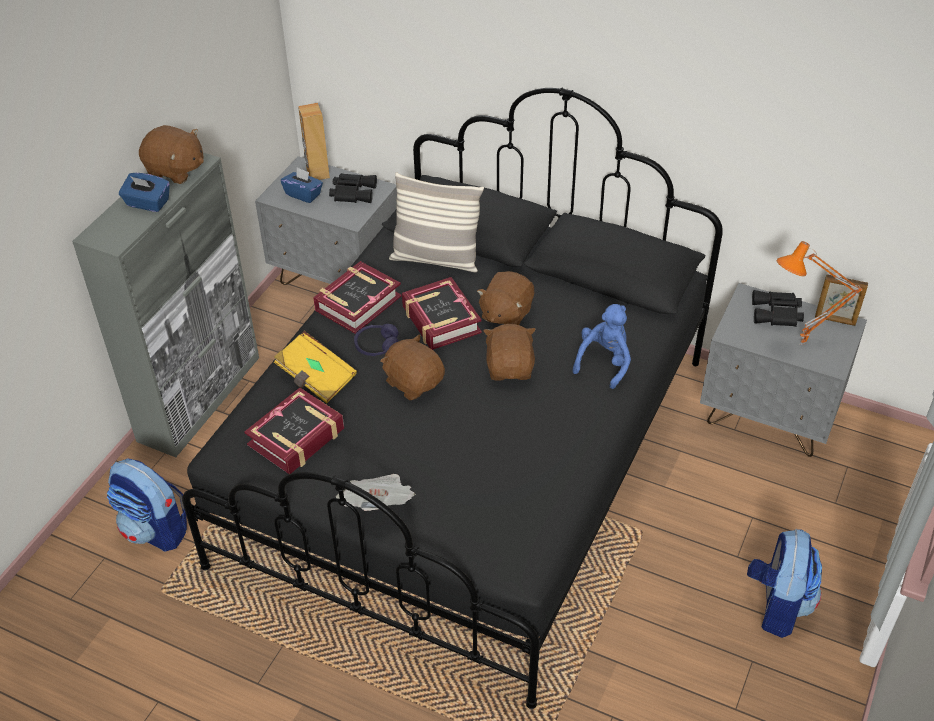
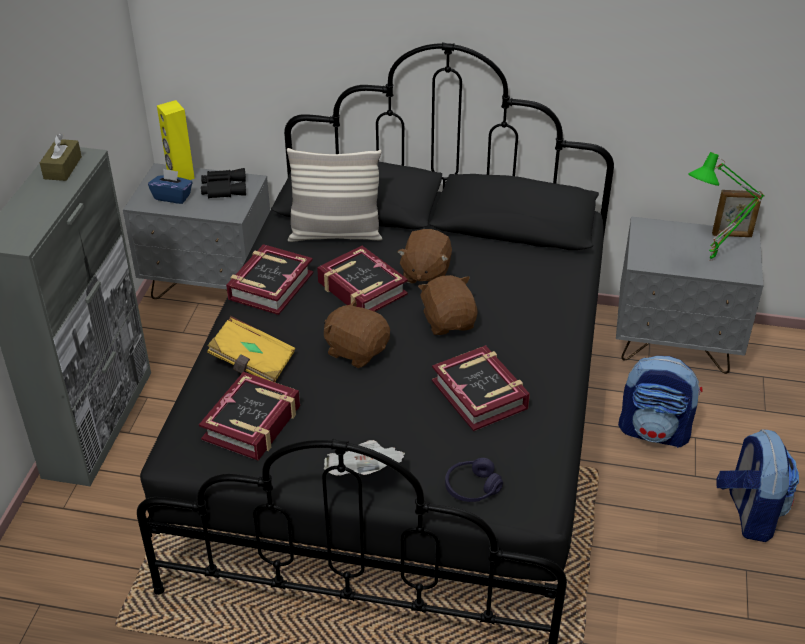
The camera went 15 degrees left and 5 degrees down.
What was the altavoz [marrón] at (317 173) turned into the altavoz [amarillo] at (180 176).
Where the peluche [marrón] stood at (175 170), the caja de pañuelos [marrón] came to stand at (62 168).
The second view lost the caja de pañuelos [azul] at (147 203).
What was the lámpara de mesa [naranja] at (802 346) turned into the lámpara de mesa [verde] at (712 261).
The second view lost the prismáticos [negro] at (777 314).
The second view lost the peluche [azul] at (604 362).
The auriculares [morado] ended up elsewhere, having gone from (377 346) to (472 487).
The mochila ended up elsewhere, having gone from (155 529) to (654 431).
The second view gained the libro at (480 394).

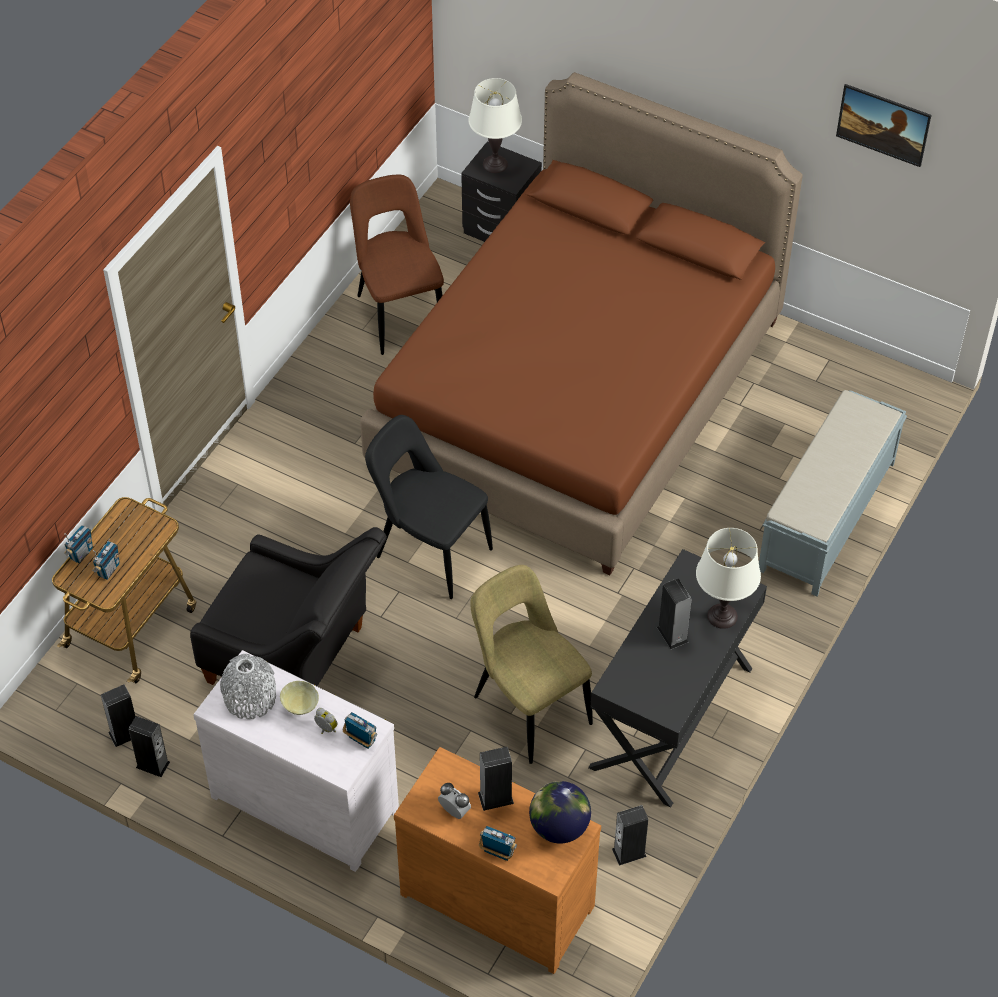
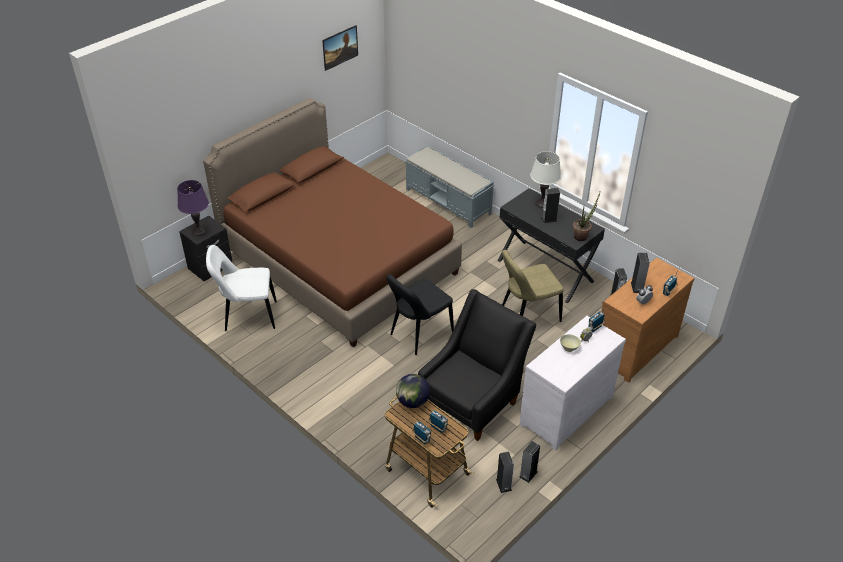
The camera went 75 degrees left and 10 degrees down.
What was the lámpara de mesa [blanco] at (495 164) turned into the lámpara de mesa [morado] at (198 231).
What was the silla [marrón] at (399 313) turned into the silla [blanco] at (248 316).
The second view lost the florero [gris] at (250 698).
The globo terráqueo ended up elsewhere, having gone from (559 827) to (412 402).
The second view gained the planta en maceta at (582 236).

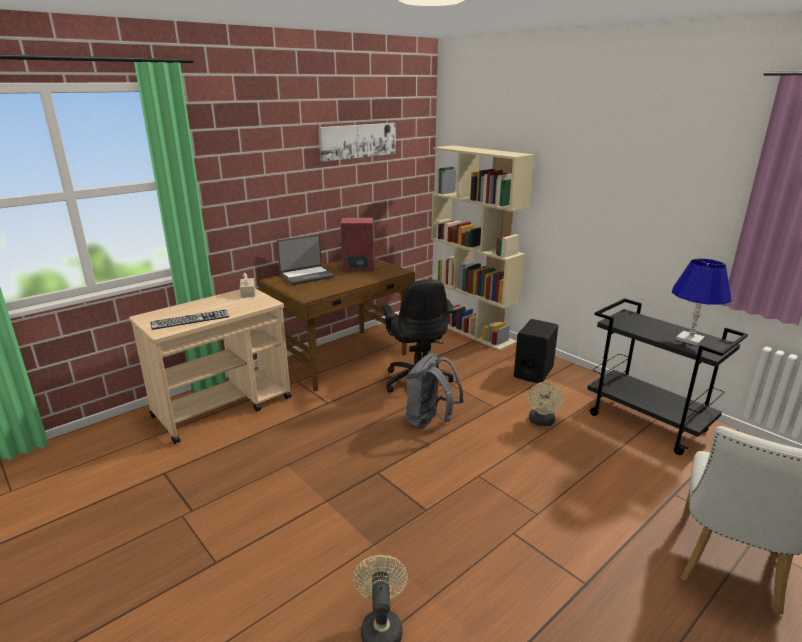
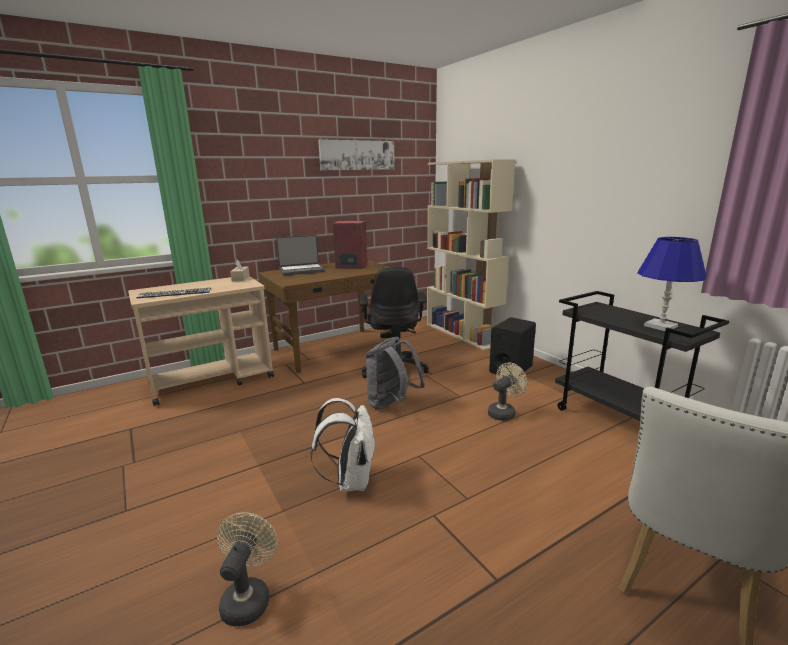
The camera went 10 degrees right and 5 degrees down.
The ventilador [beis] at (542 422) ended up facing another way, 150 degrees counterclockwise from before.
The second view gained the mochila [blanco] at (350 480).

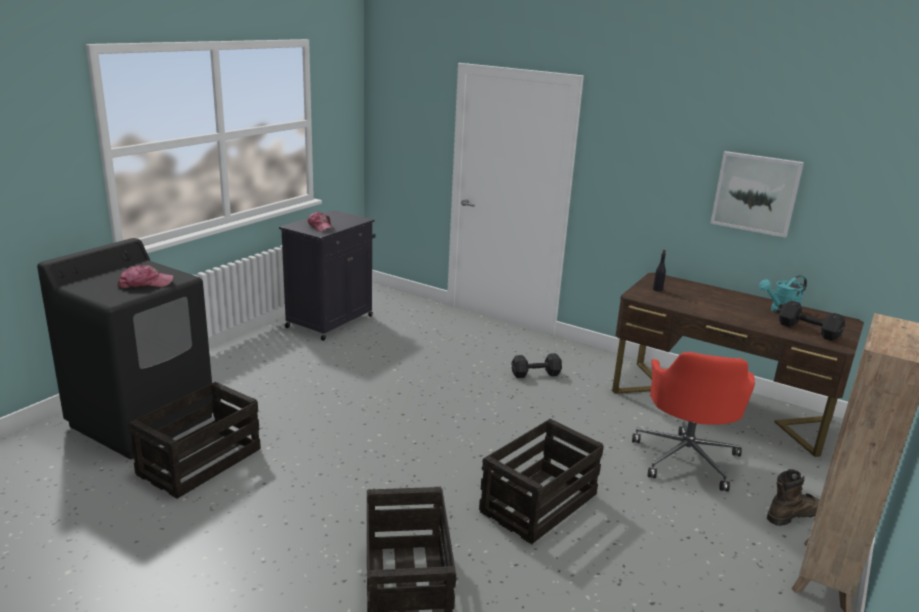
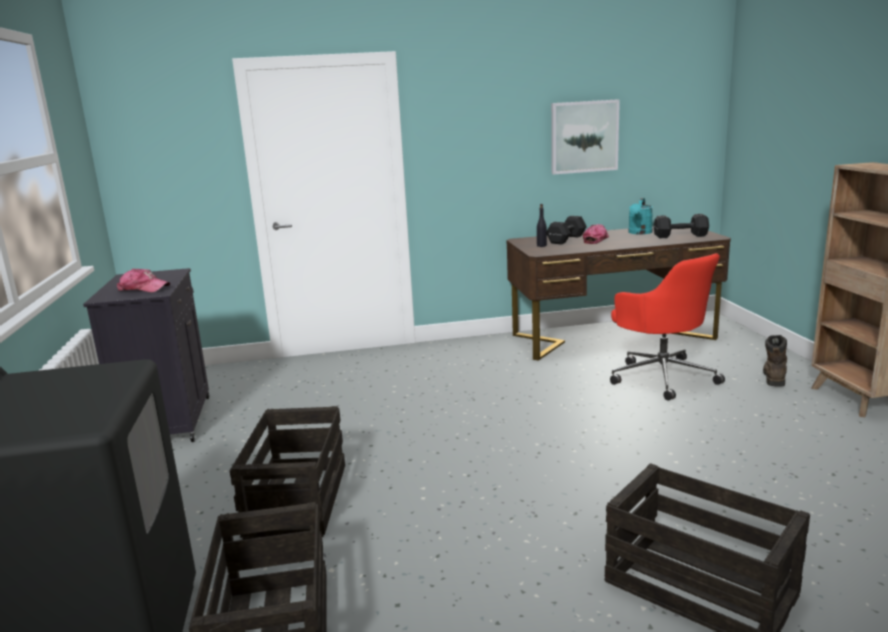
The camera went 40 degrees left and 5 degrees down.
The gorra ended up elsewhere, having gone from (145 284) to (596 239).
The mancuerna [negro] ended up elsewhere, having gone from (534 374) to (565 239).
The caja de embalaje ended up elsewhere, having gone from (539 502) to (297 499).

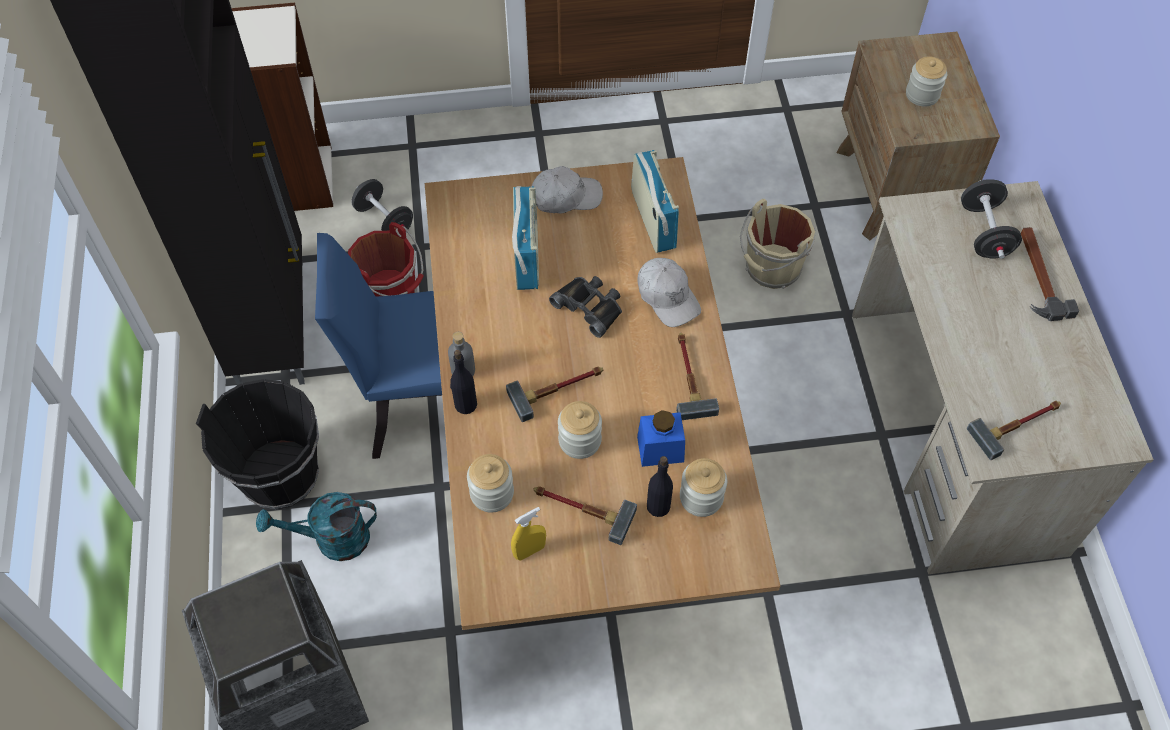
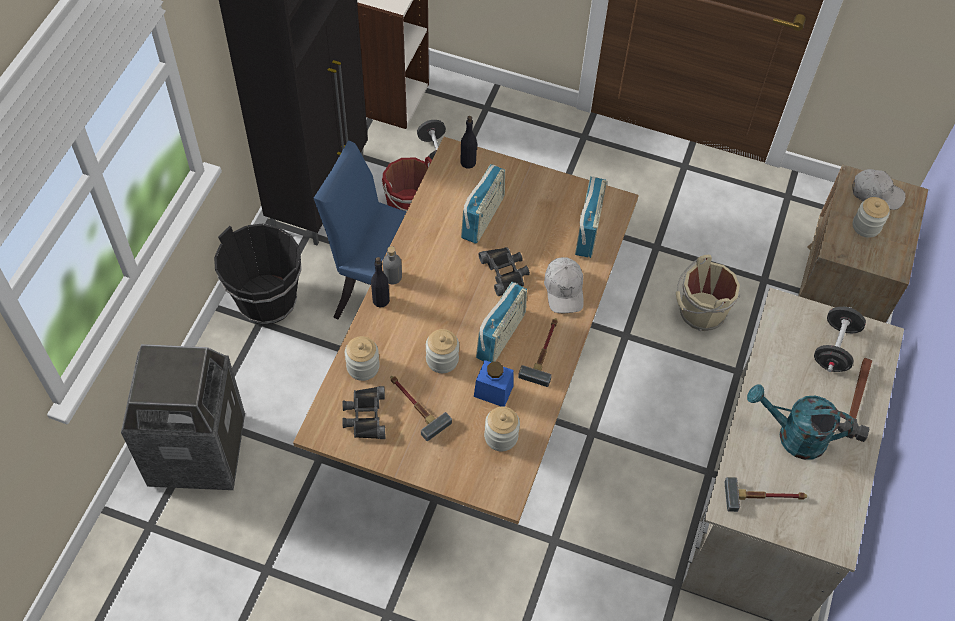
The camera went 25 degrees right and 0 degrees up.
The gorra [blanco] ended up elsewhere, having gone from (566 197) to (876 193).
The second view lost the martillo at (558 389).
The botella [negro] ended up elsewhere, having gone from (658 506) to (468 162).
The regadera [turquesa] ended up elsewhere, having gone from (332 540) to (793 436).
Where the pulverizador [amarillo] stood at (529 551), the prismáticos [negro] came to stand at (365 416).
The second view gained the radio at (501 335).

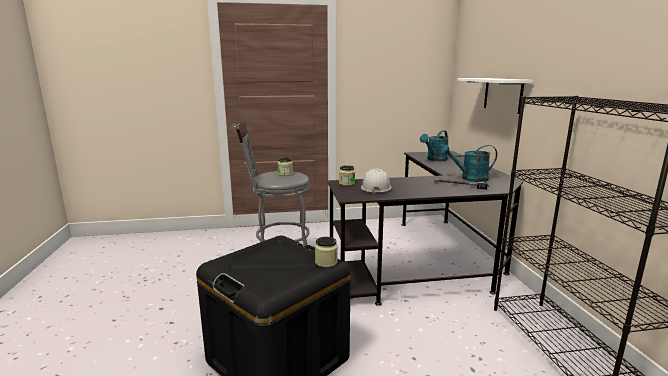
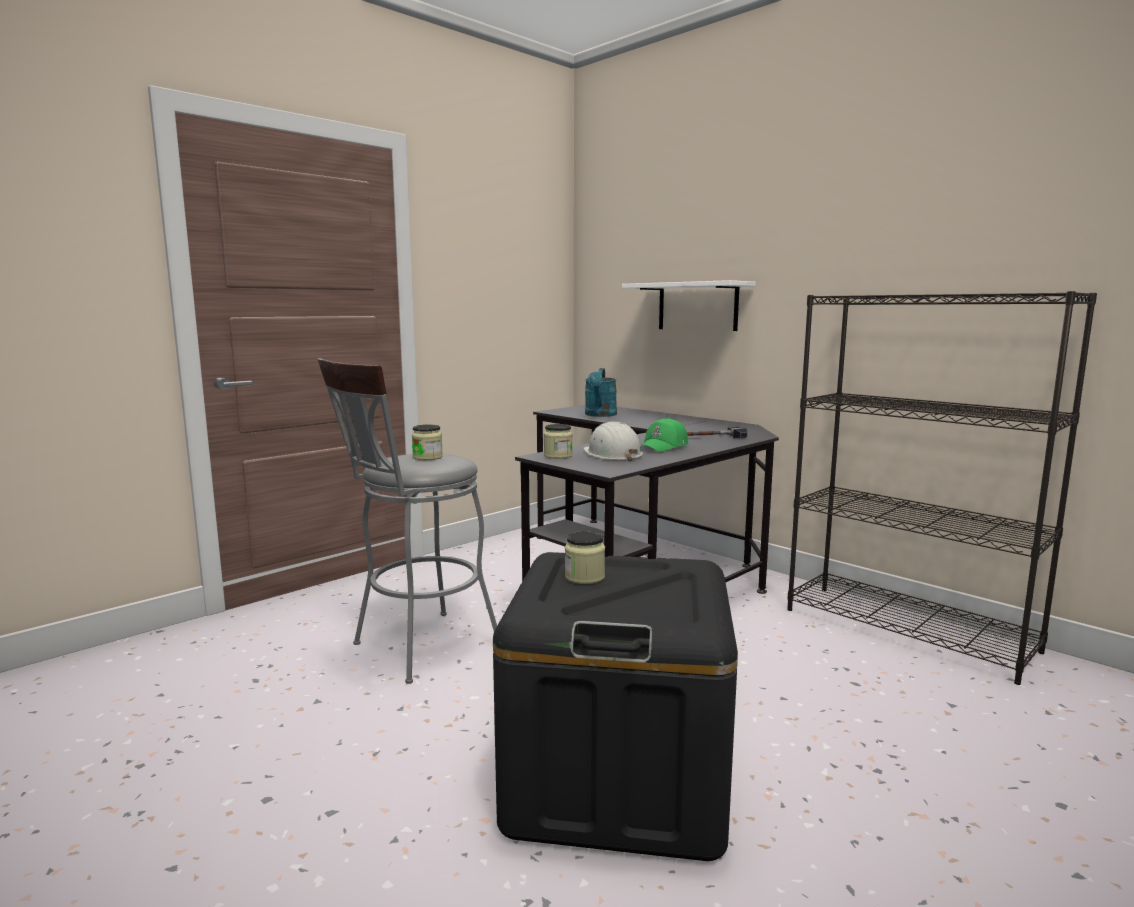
The camera went 35 degrees left and 5 degrees down.
The second view lost the regadera [turquesa] at (469 178).
The tarro ended up elsewhere, having gone from (326 262) to (584 577).
The second view gained the gorra [verde] at (664 447).

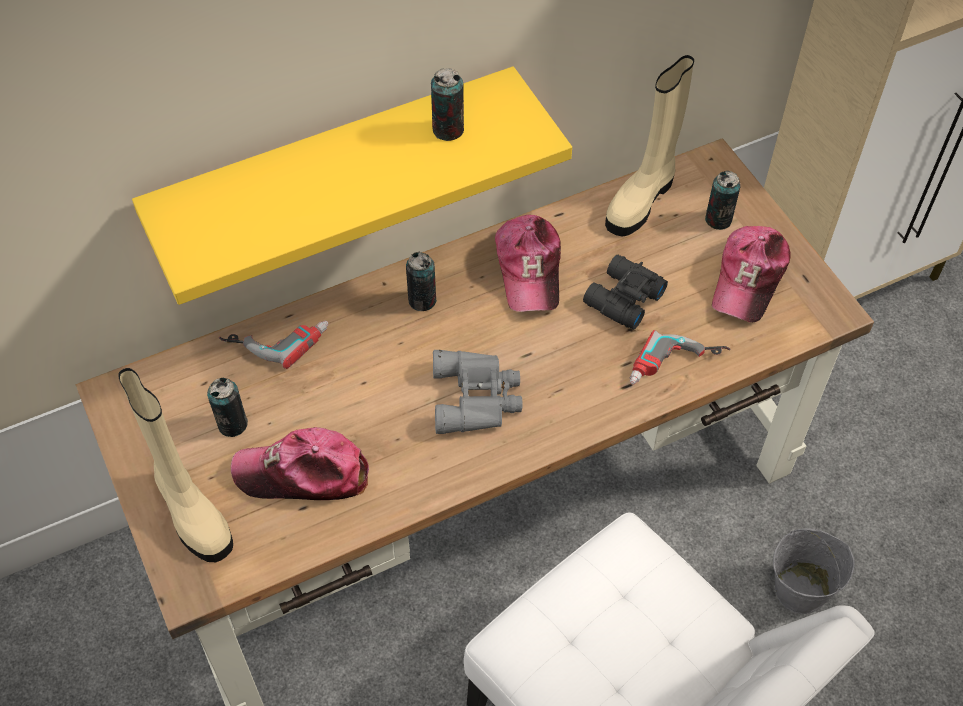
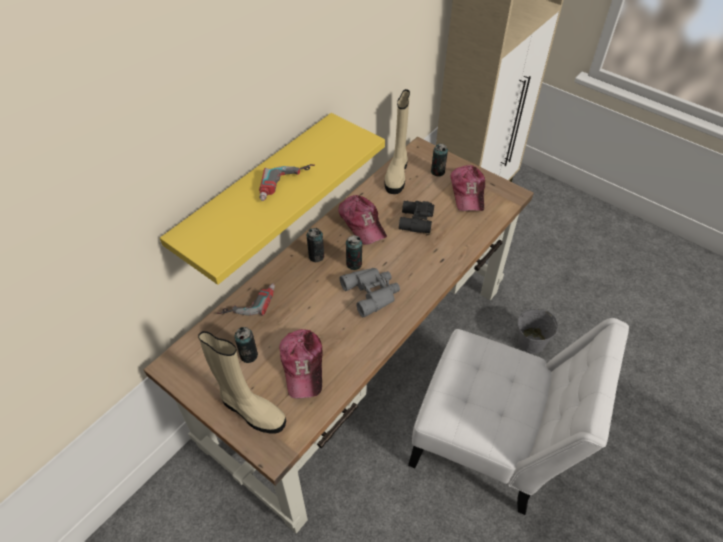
The camera went 25 degrees left and 5 degrees down.
The lata ended up elsewhere, having gone from (448 130) to (354 264).
The taladro ended up elsewhere, having gone from (677 369) to (287 186).
The gorra at (303 474) ended up facing another way, 75 degrees counterclockwise from before.

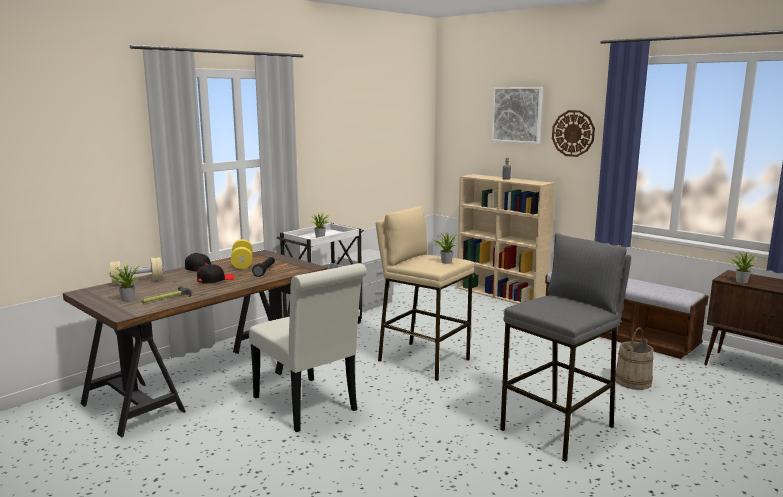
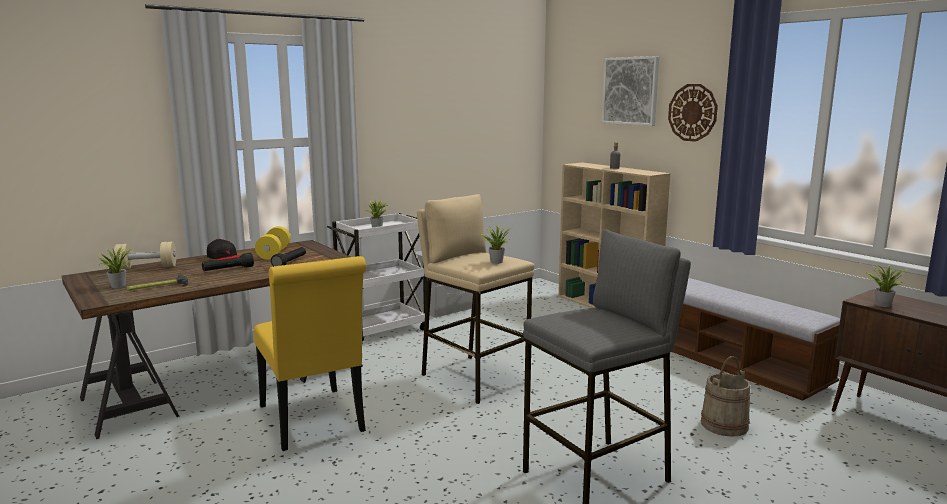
The camera went 10 degrees right and 0 degrees up.
What was the silla [blanco] at (308 407) turned into the silla [amarillo] at (313 422).
Where the gorra [negro] stood at (215 280), the linterna [negro] came to stand at (228 270).

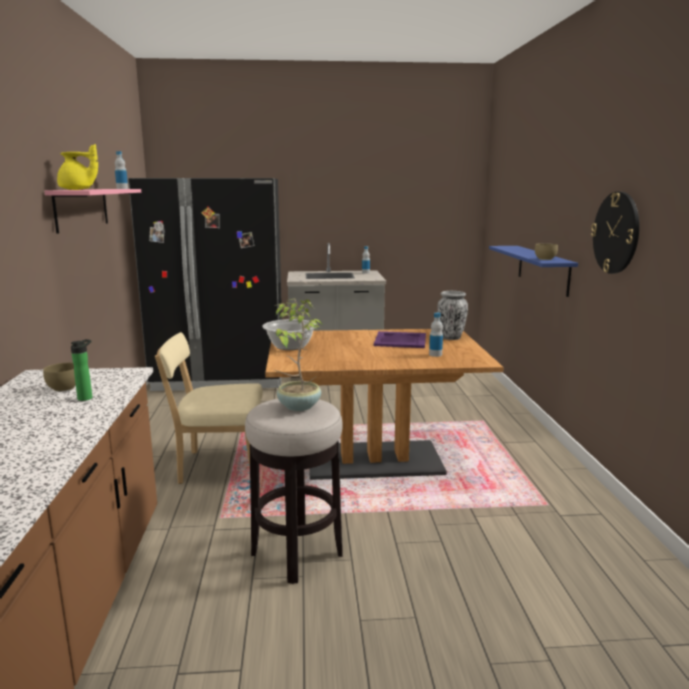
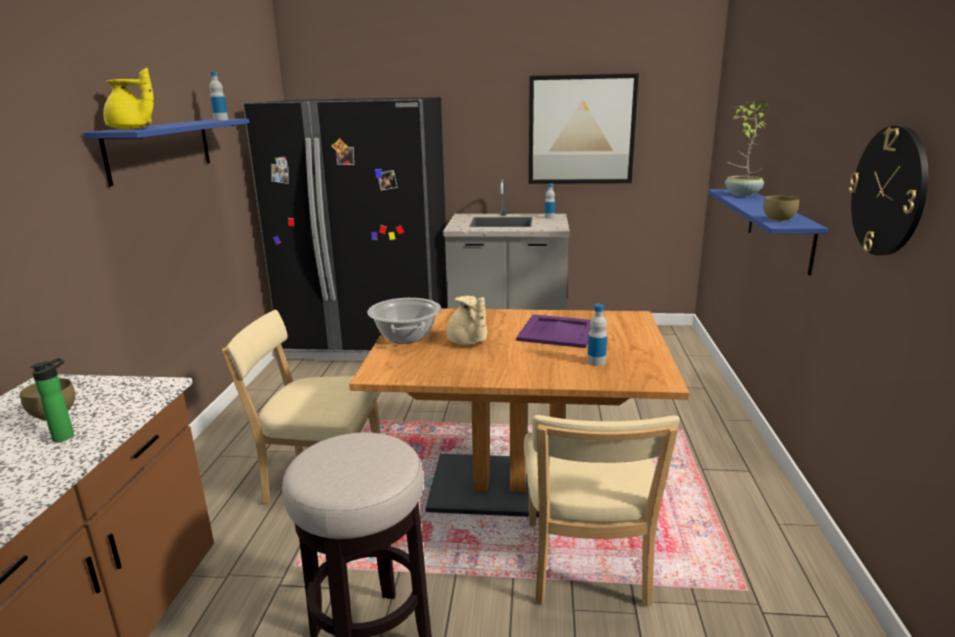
The camera went 10 degrees right and 5 degrees up.
What was the estante [rosa] at (82 208) turned into the estante [azul] at (160 149).
The second view lost the florero at (451 338).
The planta en maceta ended up elsewhere, having gone from (298 406) to (741 194).
The second view gained the cuadro at (581 130).
The second view gained the tetera [beis] at (468 342).
The second view gained the silla [beis] at (586 567).

